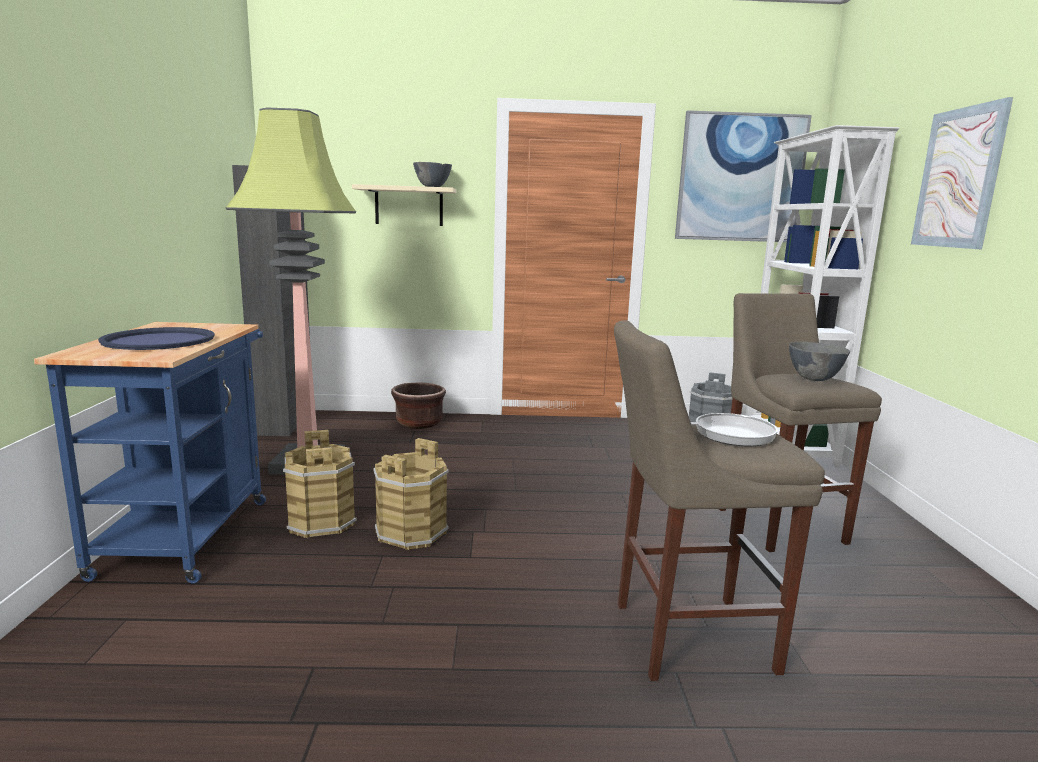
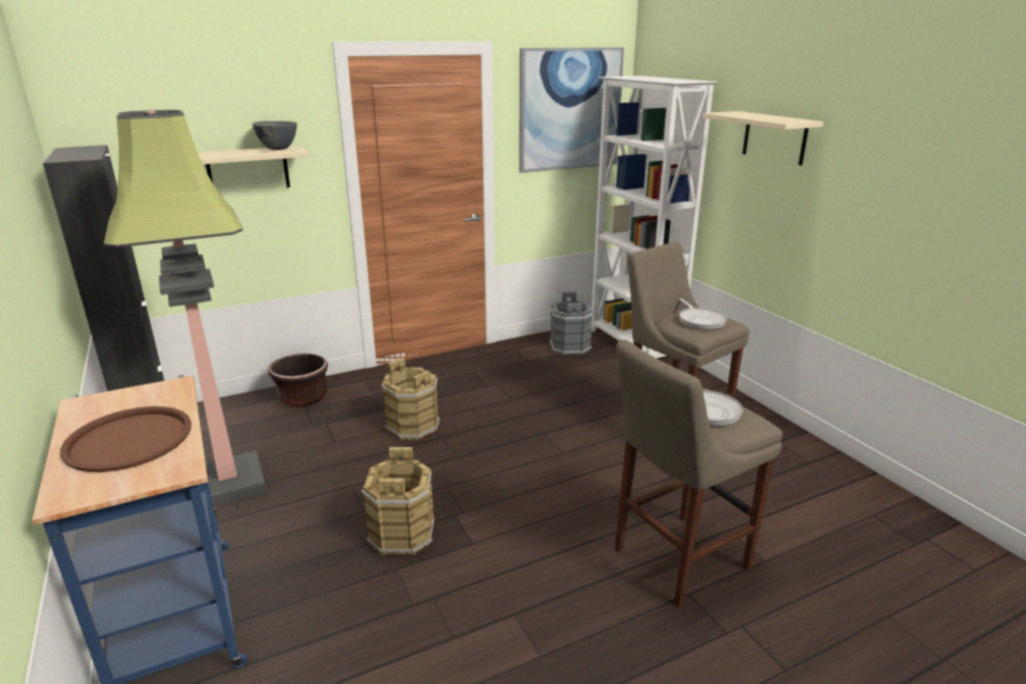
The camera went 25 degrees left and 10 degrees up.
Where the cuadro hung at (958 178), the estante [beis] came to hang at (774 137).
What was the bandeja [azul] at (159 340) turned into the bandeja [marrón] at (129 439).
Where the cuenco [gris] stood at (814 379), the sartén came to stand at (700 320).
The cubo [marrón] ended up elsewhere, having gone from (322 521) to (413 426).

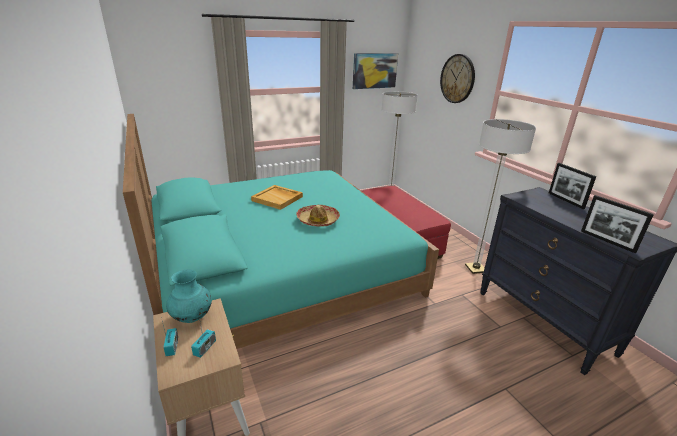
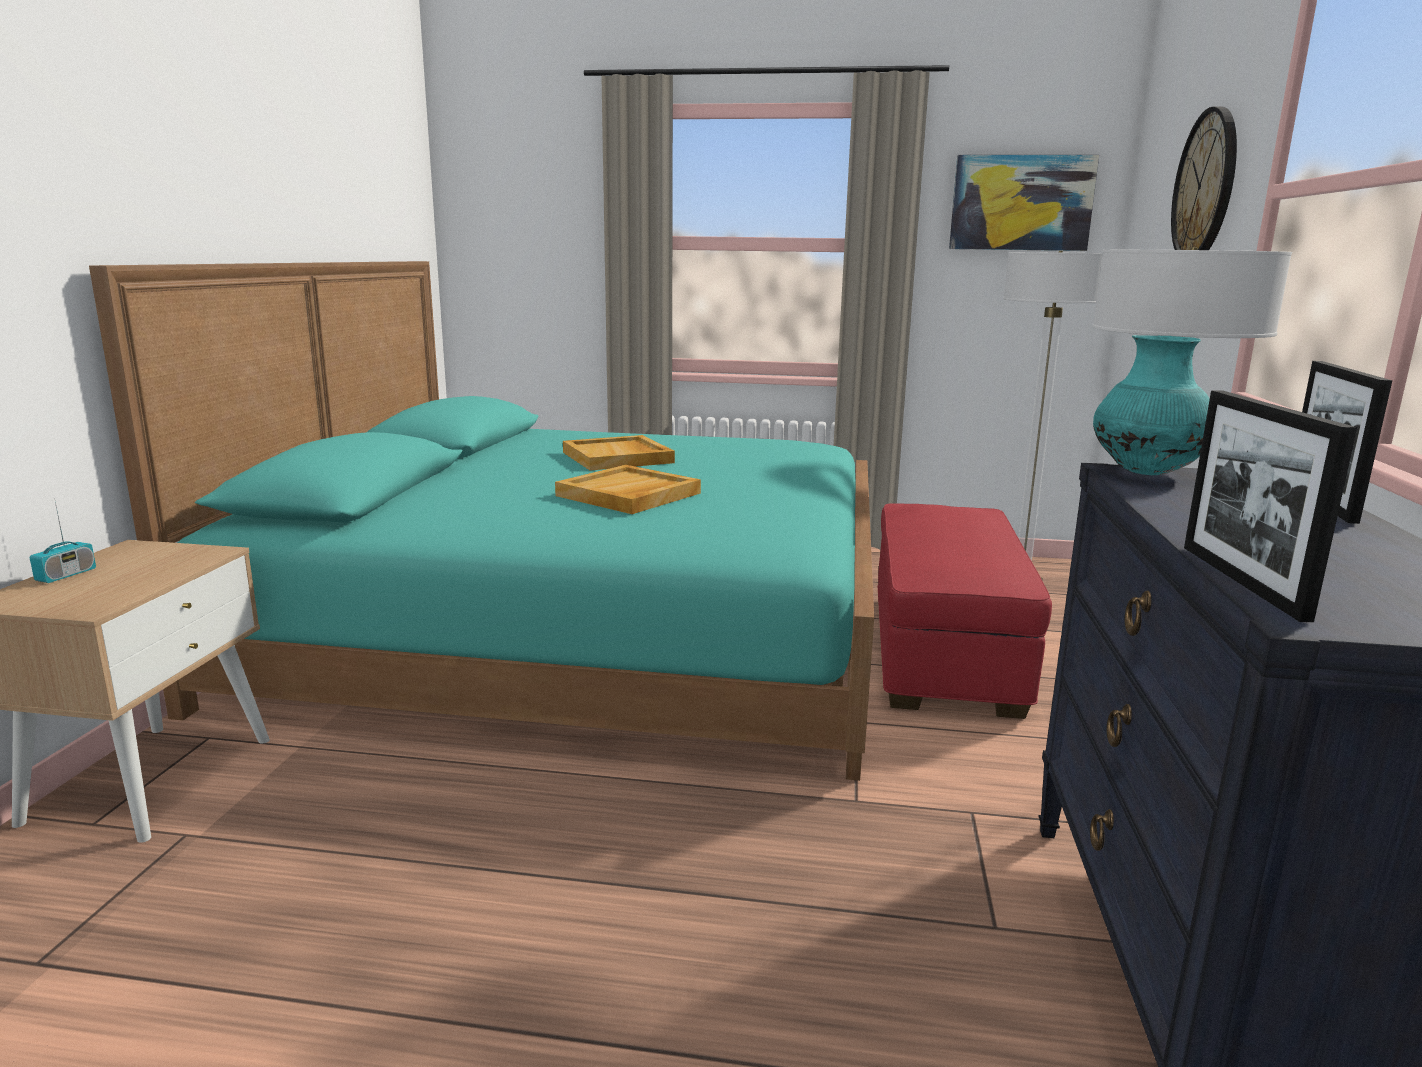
The camera went 35 degrees right and 10 degrees down.
Where the sombrero stood at (318 220), the bandeja [beis] came to stand at (628 495).
The florero [turquesa] ended up elsewhere, having gone from (192 317) to (1146 474).
The second view lost the radio at (205 348).

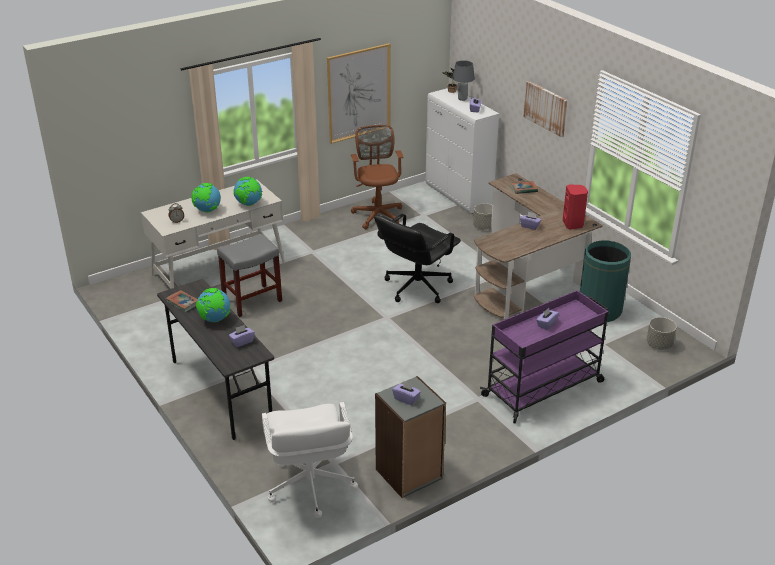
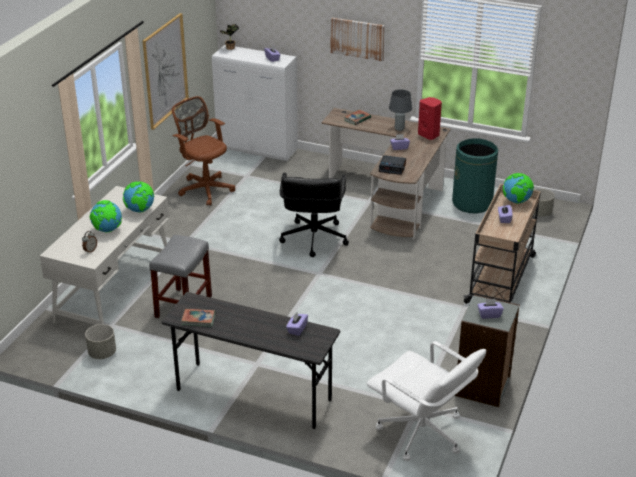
The camera went 35 degrees left and 0 degrees up.
The lámpara de mesa [gris] ended up elsewhere, having gone from (462 99) to (399 129).
The maceta [gris] ended up elsewhere, having gone from (483 226) to (102 353).
The globo terráqueo ended up elsewhere, having gone from (214 320) to (516 201).
What was the carrito [morado] at (544 388) turned into the carrito [beis] at (501 278).
The second view gained the despertador at (392 168).

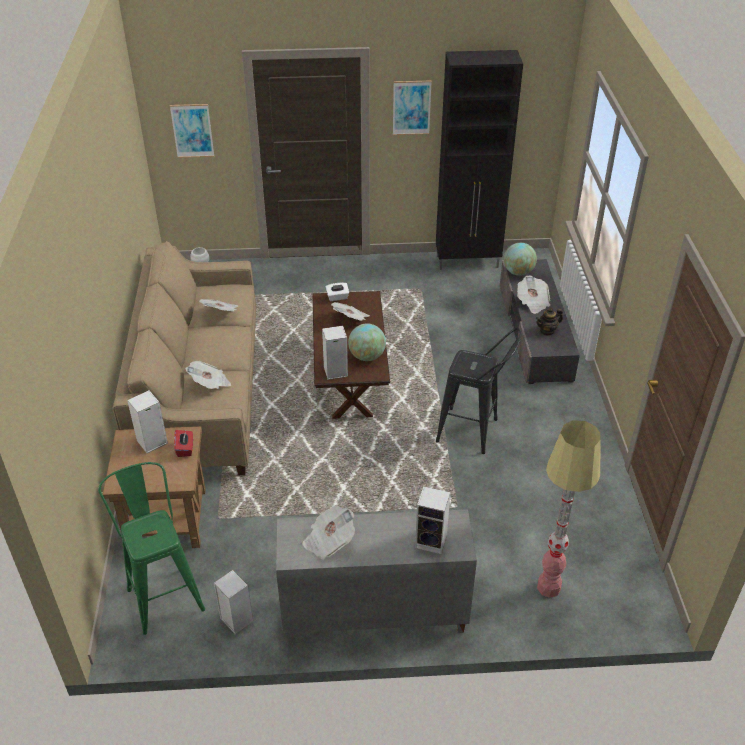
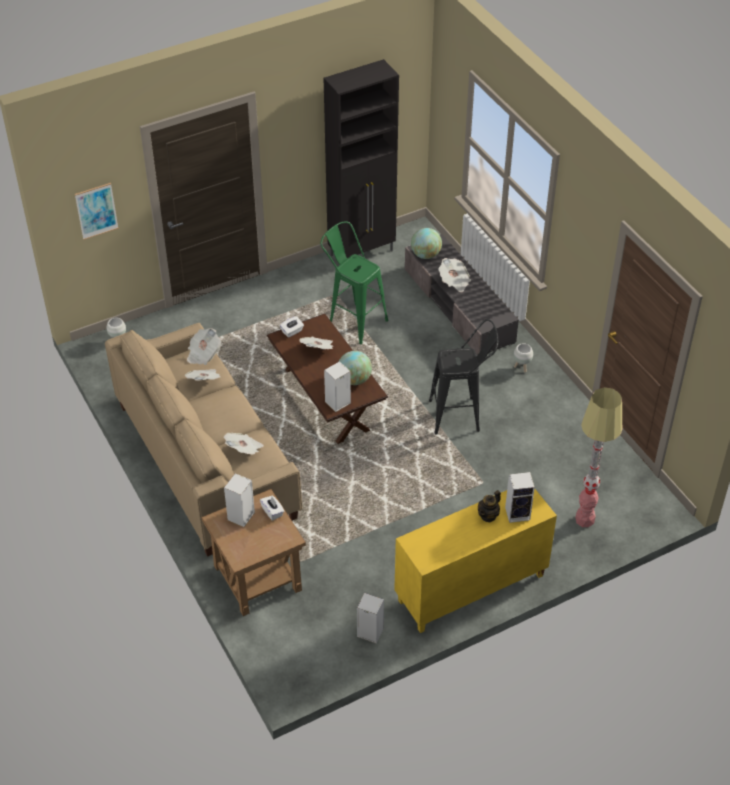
The camera went 25 degrees left and 5 degrees up.
The second view lost the cuadro at (411 108).
The tetera ended up elsewhere, having gone from (547 331) to (488 515).
What was the caja de pañuelos [rojo] at (185 449) turned into the caja de pañuelos [blanco] at (272 512).
The taburete [verde] ended up elsewhere, having gone from (163 593) to (353 320).
The periódico ended up elsewhere, having gone from (329 541) to (203 354).
What was the armario [gris] at (373 615) turned into the armario [amarillo] at (470 589).
The second view gained the maceta [blanco] at (522 367).

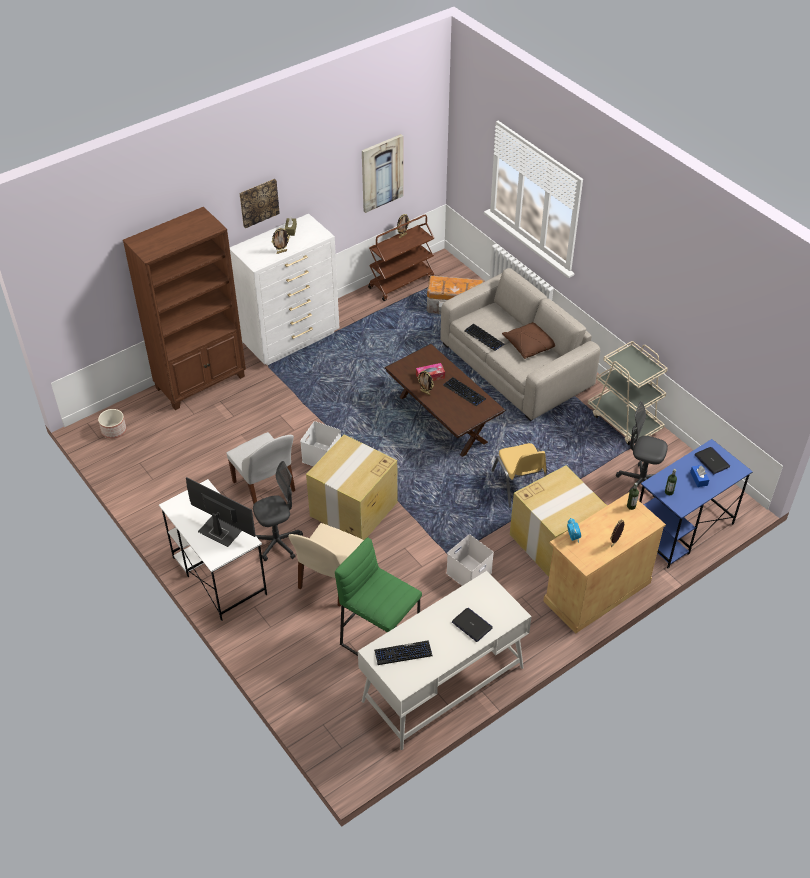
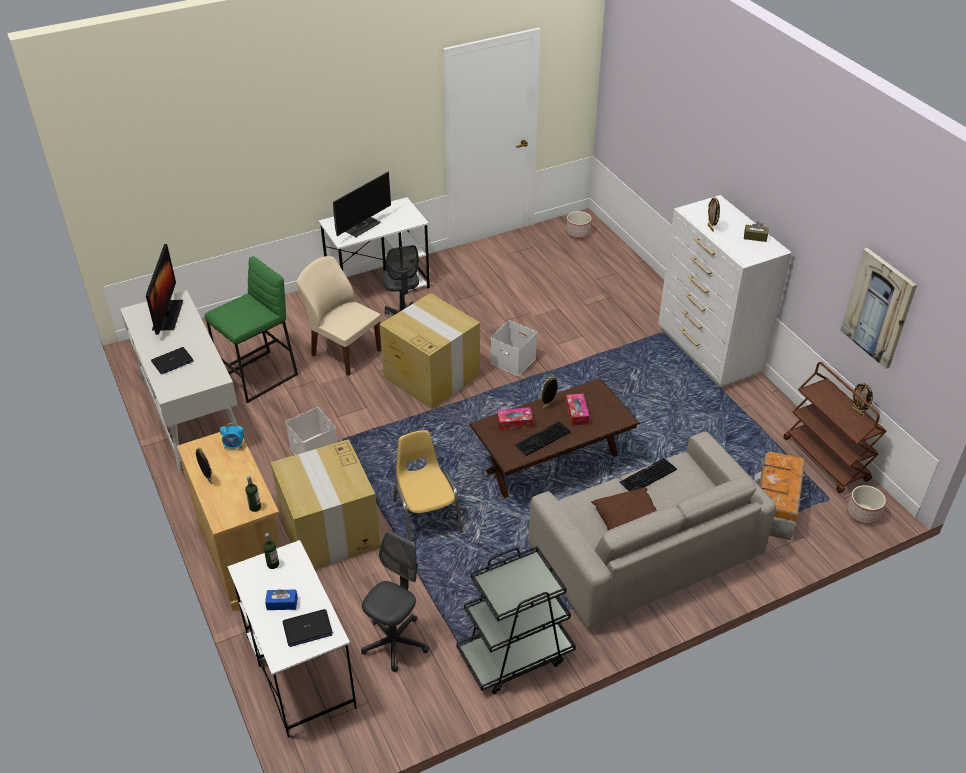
The camera went 100 degrees right and 5 degrees down.
The second view lost the cuadro at (258 202).
The second view lost the estantería [marrón] at (201 382).
What was the carrito [beis] at (624 421) turned into the carrito [negro] at (515 655).
The second view lost the silla [blanco] at (264 487).
What was the escritorio [azul] at (682 530) turned into the escritorio [blanco] at (299 669).
The silla [amarillo] at (519 485) ended up facing another way, 75 degrees clockwise from before.
Where the teclado stood at (403 653), the monitor came to stand at (168 315).
The second view gained the caja de pañuelos at (514 423).
The second view gained the maceta at (863 514).

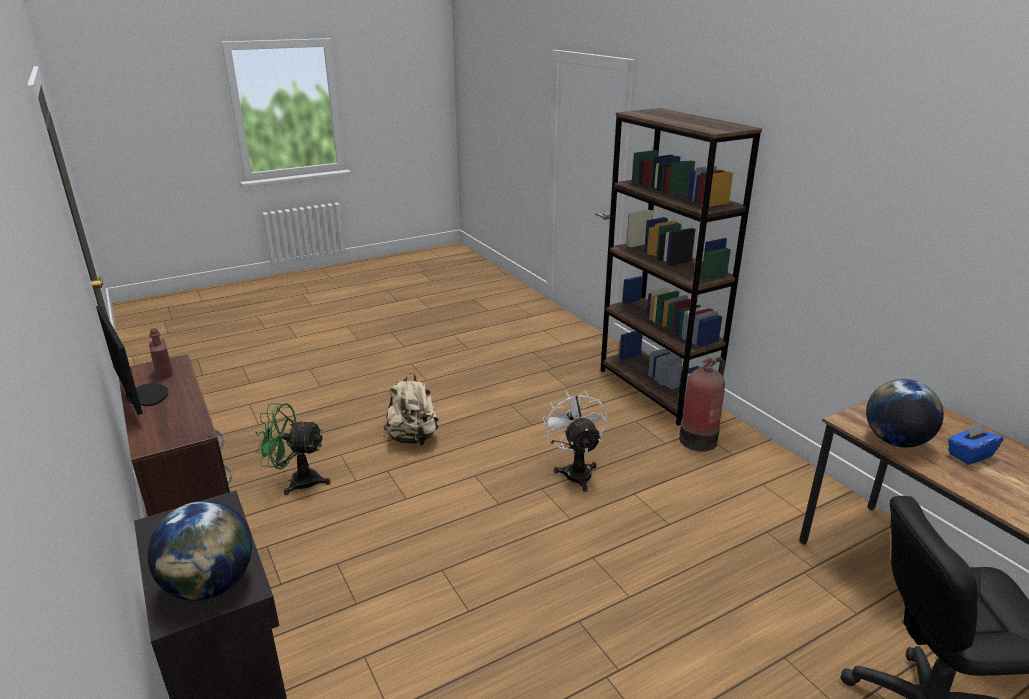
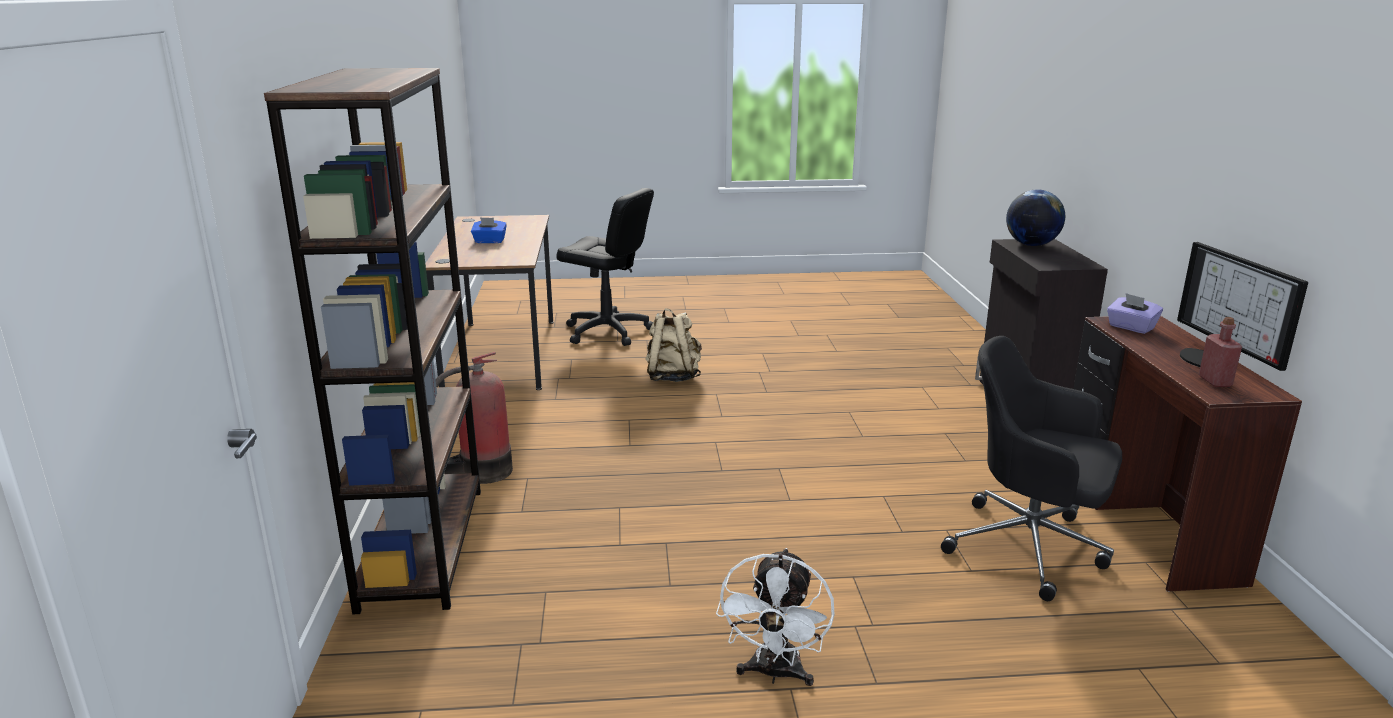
The camera went 155 degrees left and 5 degrees down.
The mochila [beis] ended up elsewhere, having gone from (413 438) to (673 377).
The second view lost the globo terráqueo at (895 441).
The ventilador [blanco] ended up elsewhere, having gone from (576 471) to (775 674).
Where the ventilador [verde] stood at (297 481), the silla de oficina [negro] came to stand at (1030 547).
The second view gained the caja de pañuelos [morado] at (1131 327).

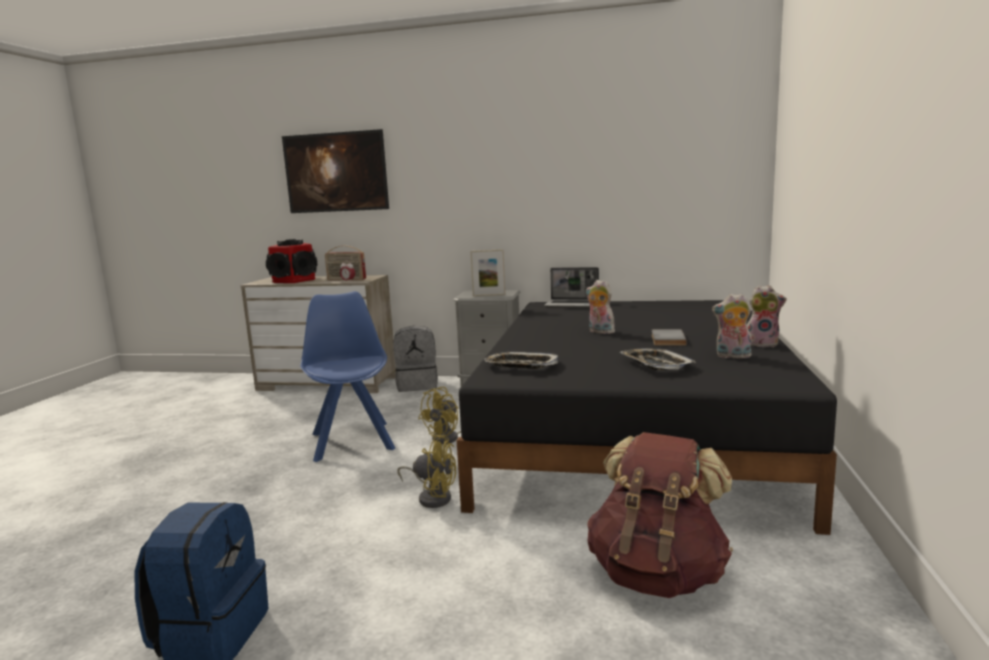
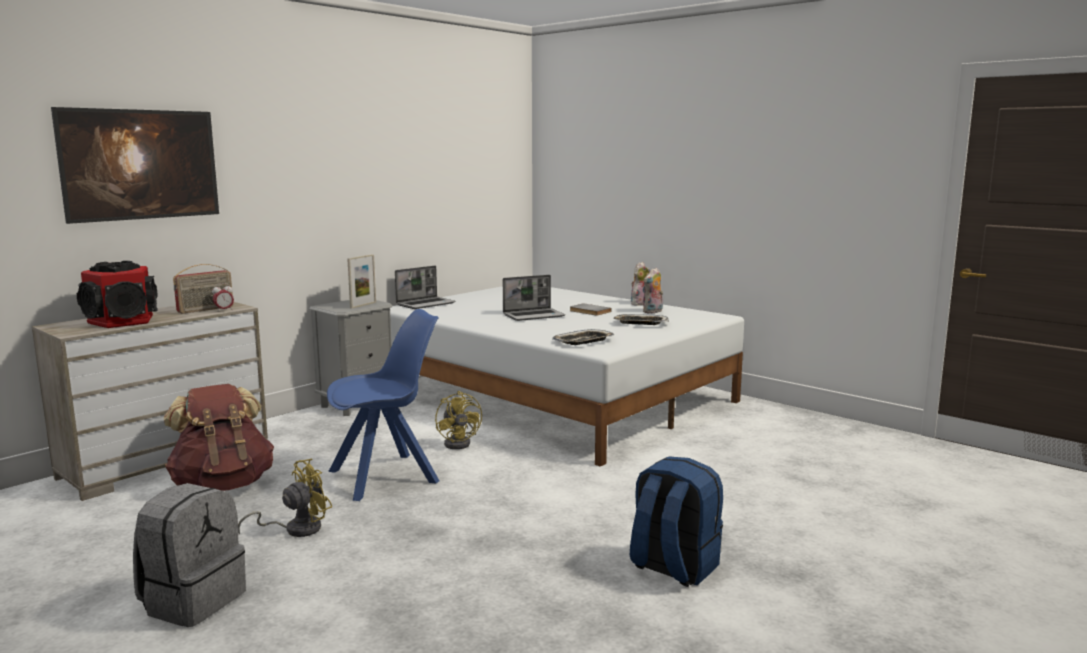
The camera went 60 degrees left and 0 degrees up.
Where the peluche stood at (599 332), the portátil came to stand at (534 316).
The silla [azul] at (352 440) ended up facing another way, 135 degrees clockwise from before.
What was the cama [negro] at (633 432) turned into the cama [blanco] at (553 396).
The mochila [gris] ended up elsewhere, having gone from (417 385) to (193 600).
The mochila [marrón] ended up elsewhere, having gone from (657 574) to (223 485).
The ventilador [amarillo] ended up elsewhere, having gone from (432 497) to (296 529).

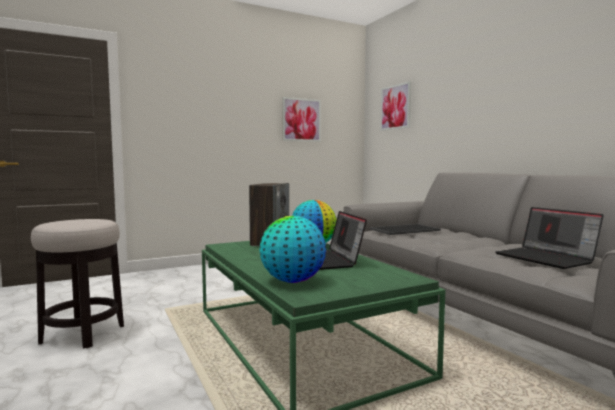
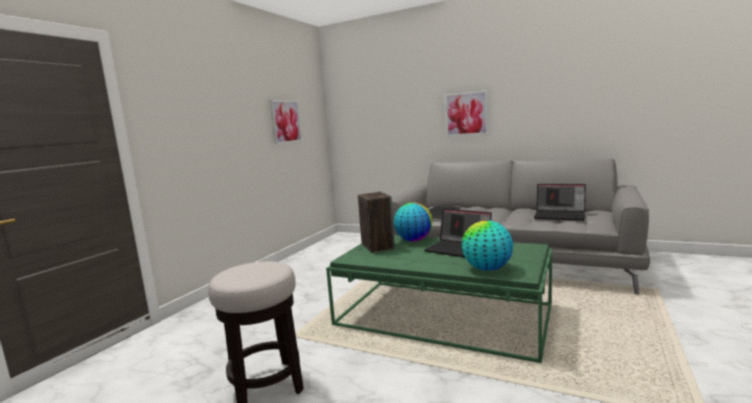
The camera went 35 degrees left and 5 degrees up.
The cuadro ended up elsewhere, having gone from (395 107) to (466 114).

